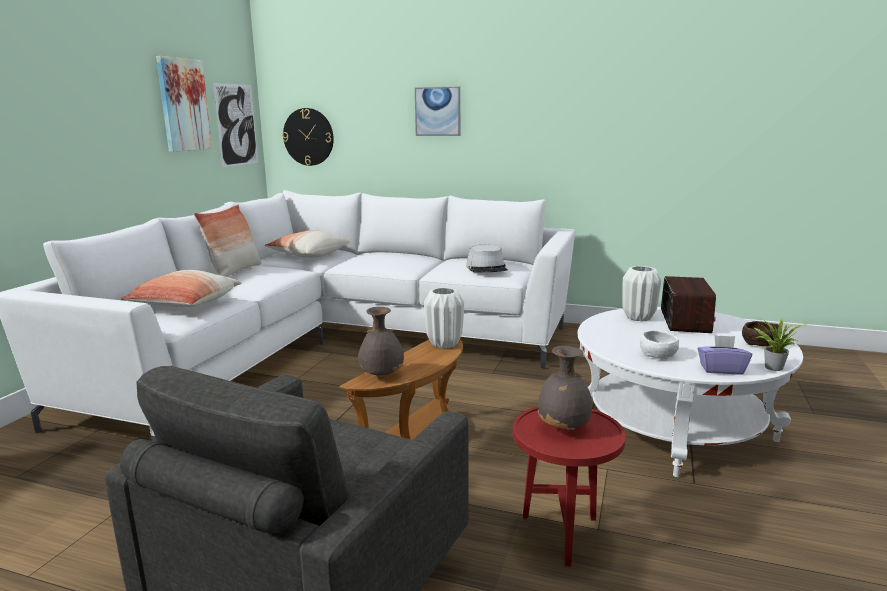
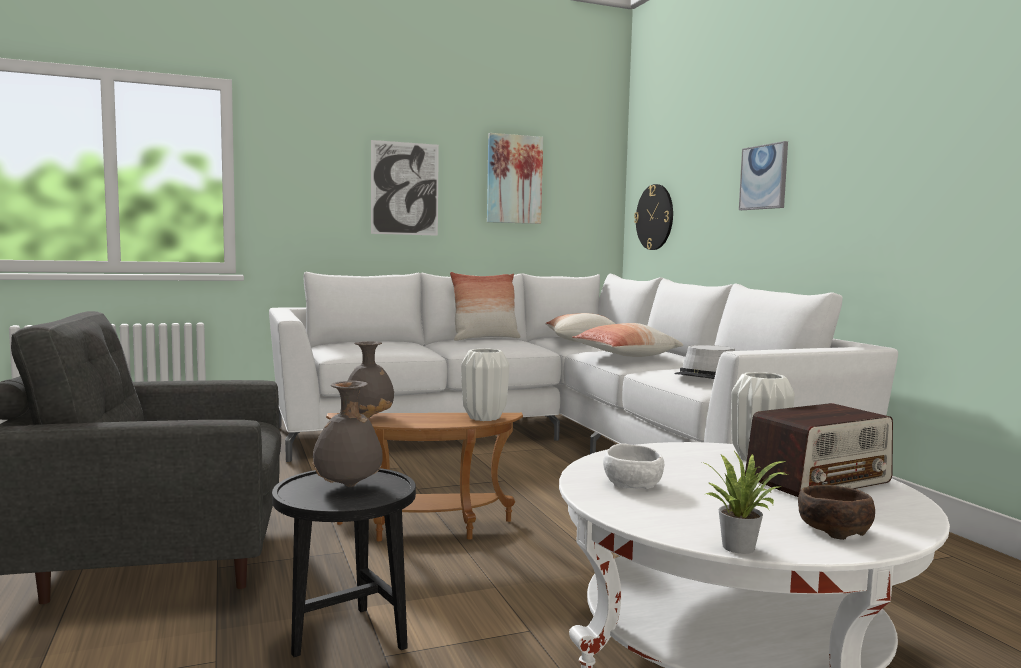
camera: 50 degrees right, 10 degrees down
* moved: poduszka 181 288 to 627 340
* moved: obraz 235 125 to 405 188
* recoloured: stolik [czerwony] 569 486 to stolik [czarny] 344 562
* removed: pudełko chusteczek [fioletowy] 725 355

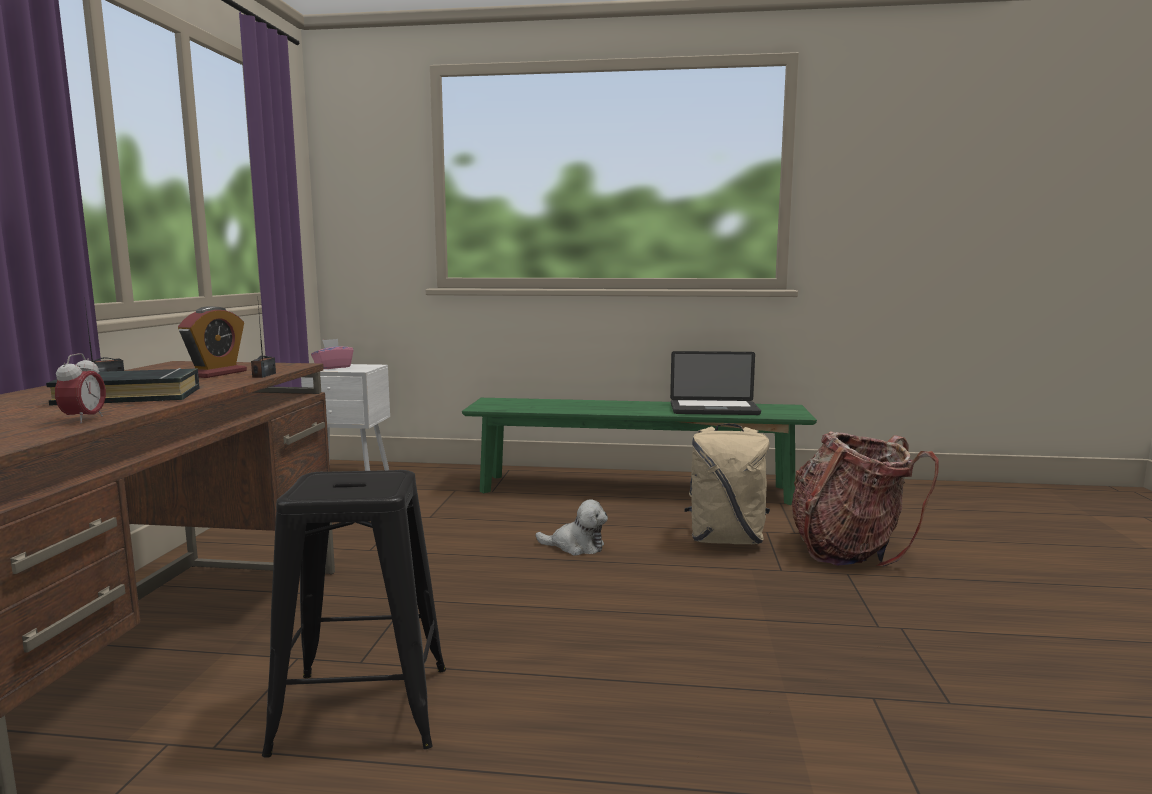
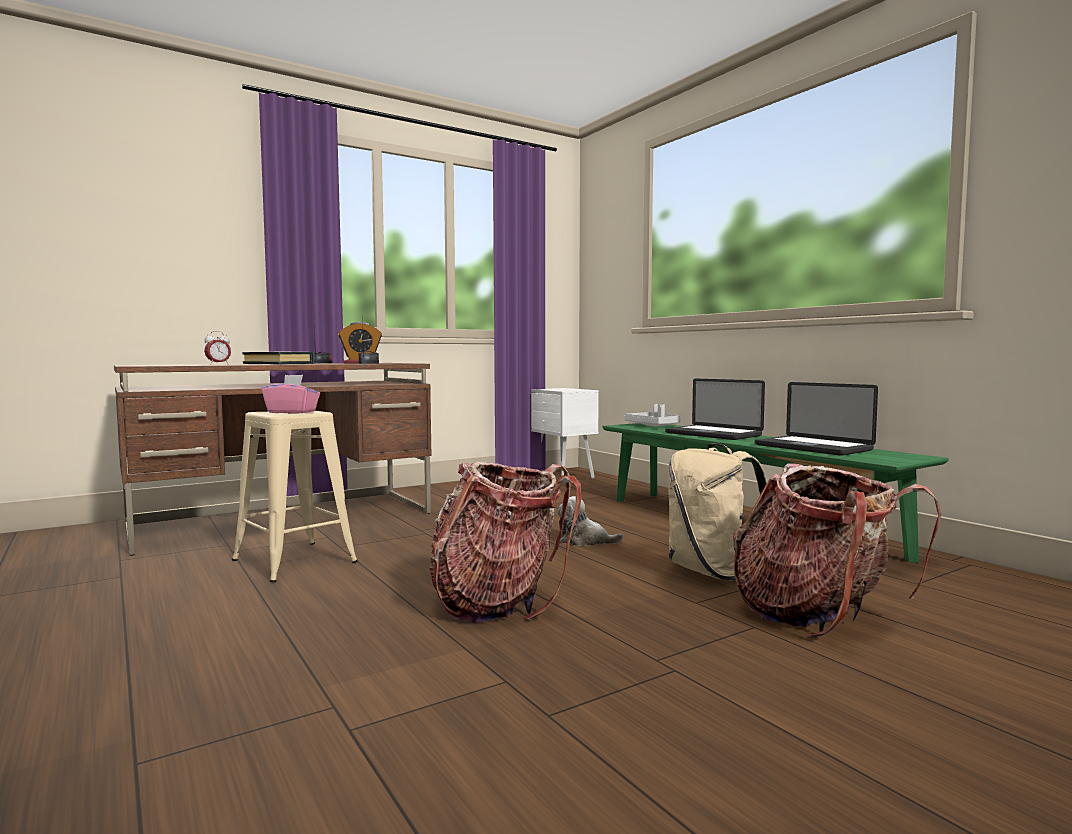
camera: 50 degrees right, 5 degrees down
* recoloured: stołek [czarny] 354 614 to stołek [beżowy] 295 496
* moved: pudełko chusteczek [różowy] 332 354 to 291 394
* turned: pluszak 572 527 = 590 521 135 degrees clockwise
* added: plecak 505 542
* added: taca [szary] 652 415
* added: laptop 715 409

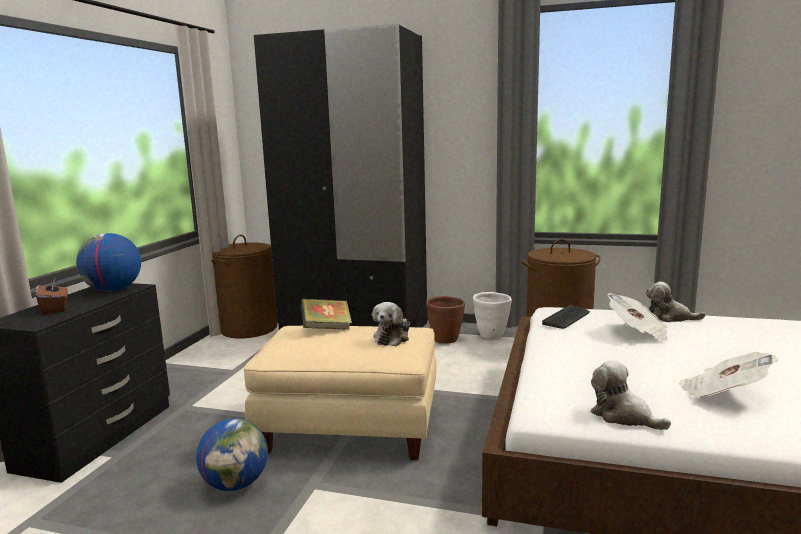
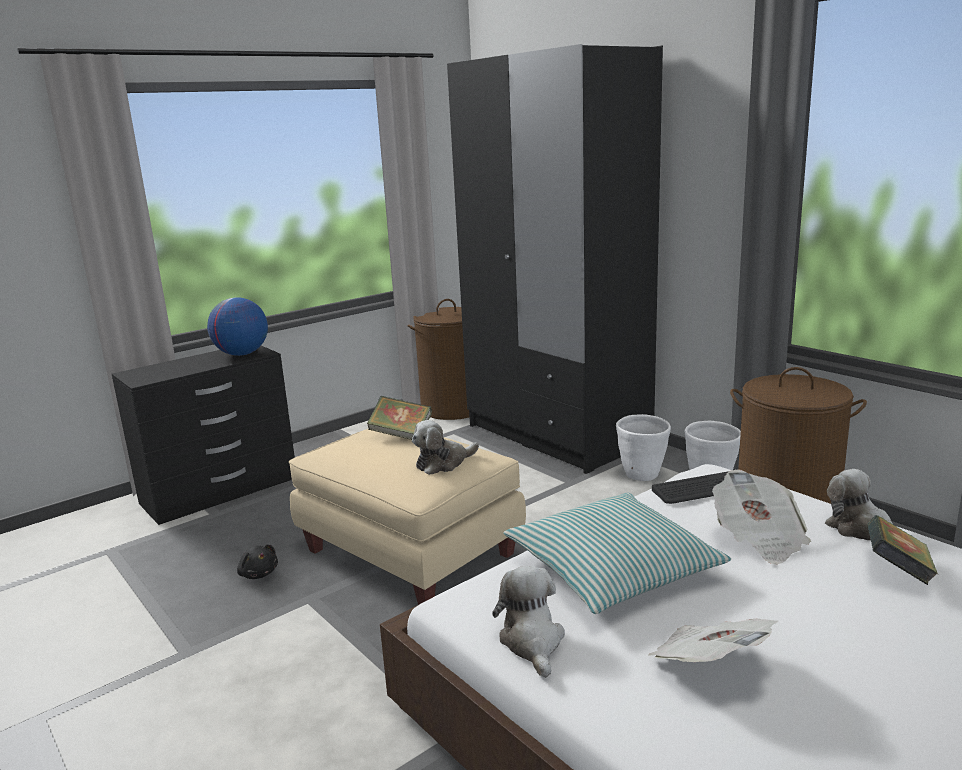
camera: 35 degrees right, 5 degrees up
* removed: pudełko chusteczek [brązowy] 51 295
* replaced: globus 232 454 to pluszak [czarny] 257 561
* recoloured: donica [brązowy] 445 320 to donica [biały] 643 447
* added: poduszka 617 553
* added: książka 902 550

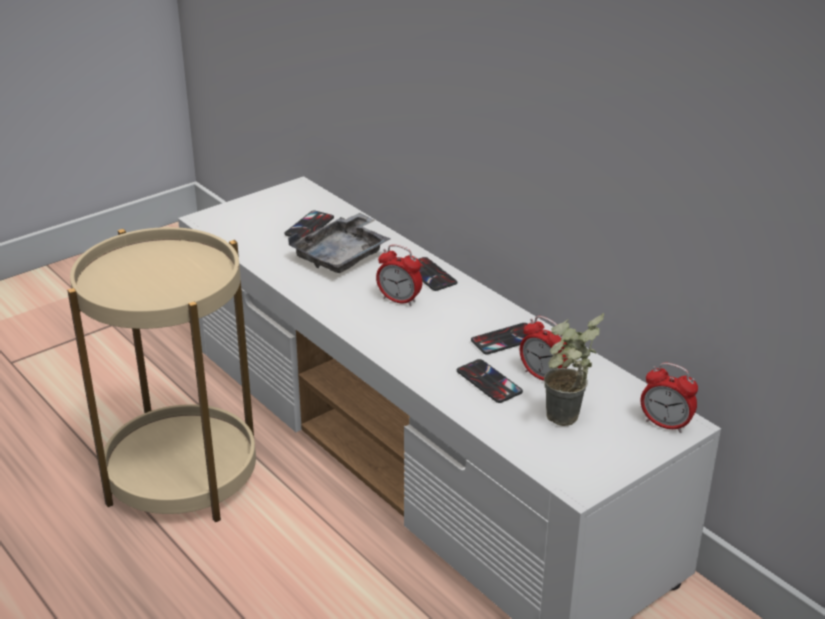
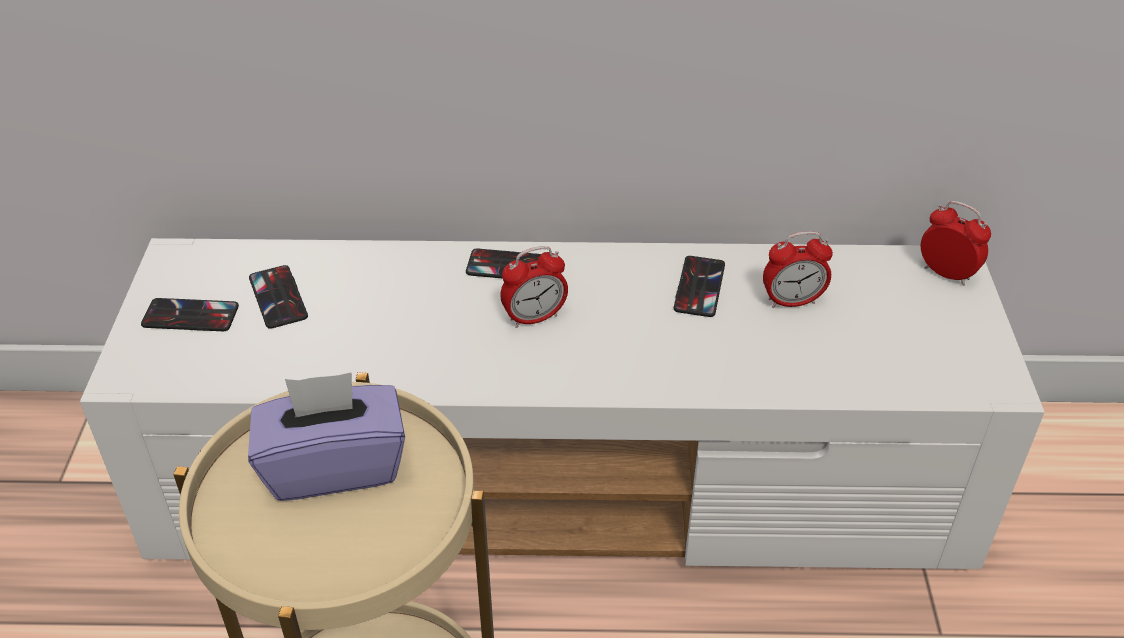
camera: 50 degrees left, 10 degrees up
* removed: taca [szary] 339 243
* moved: telefon 490 381 to 190 314
* removed: roślina doniczkowa 574 369
* turned: budzik 669 398 = 956 243 120 degrees counterclockwise
* added: pudełko chusteczek [fioletowy] 326 437

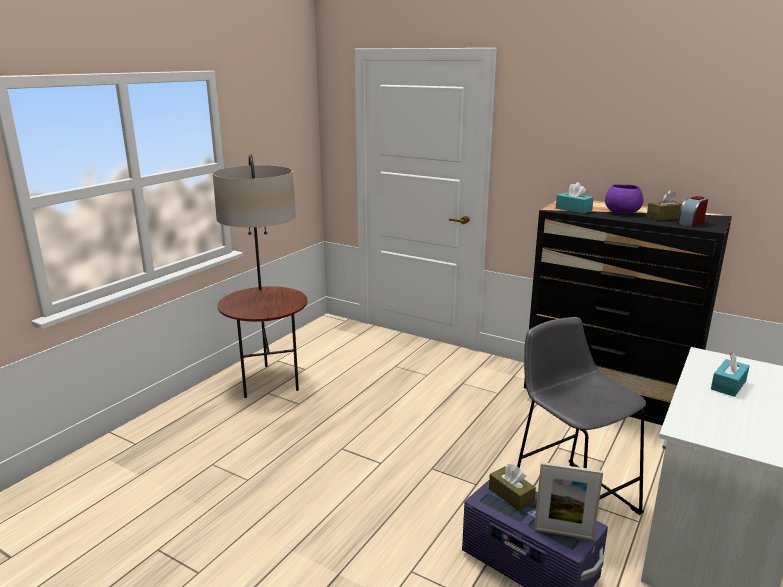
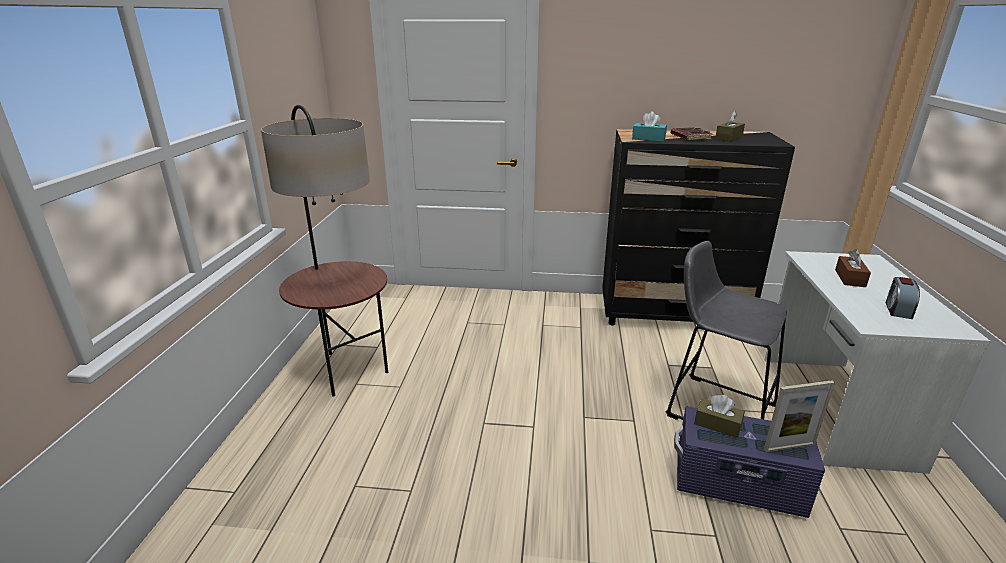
camera: 25 degrees left, 5 degrees up
* replaced: miska [fioletowy] 624 199 to książka [brązowy] 692 133
* moved: budzik 693 211 to 903 298
* recoloured: pudełko chusteczek [turkusowy] 730 374 to pudełko chusteczek [brązowy] 853 268

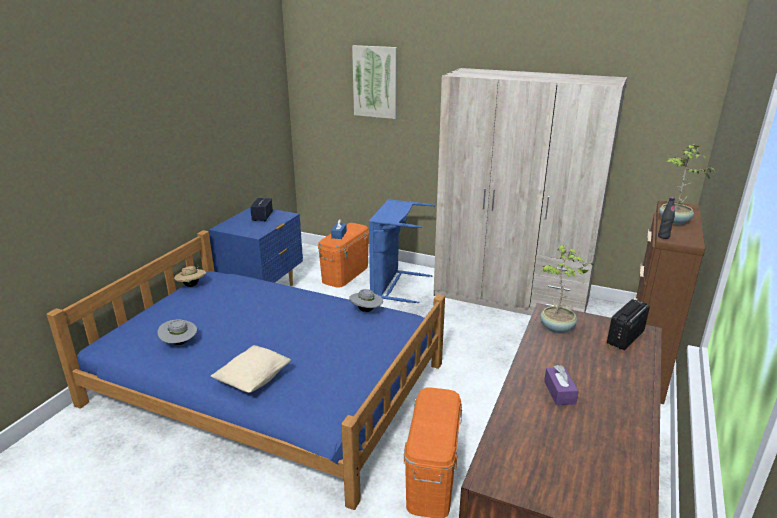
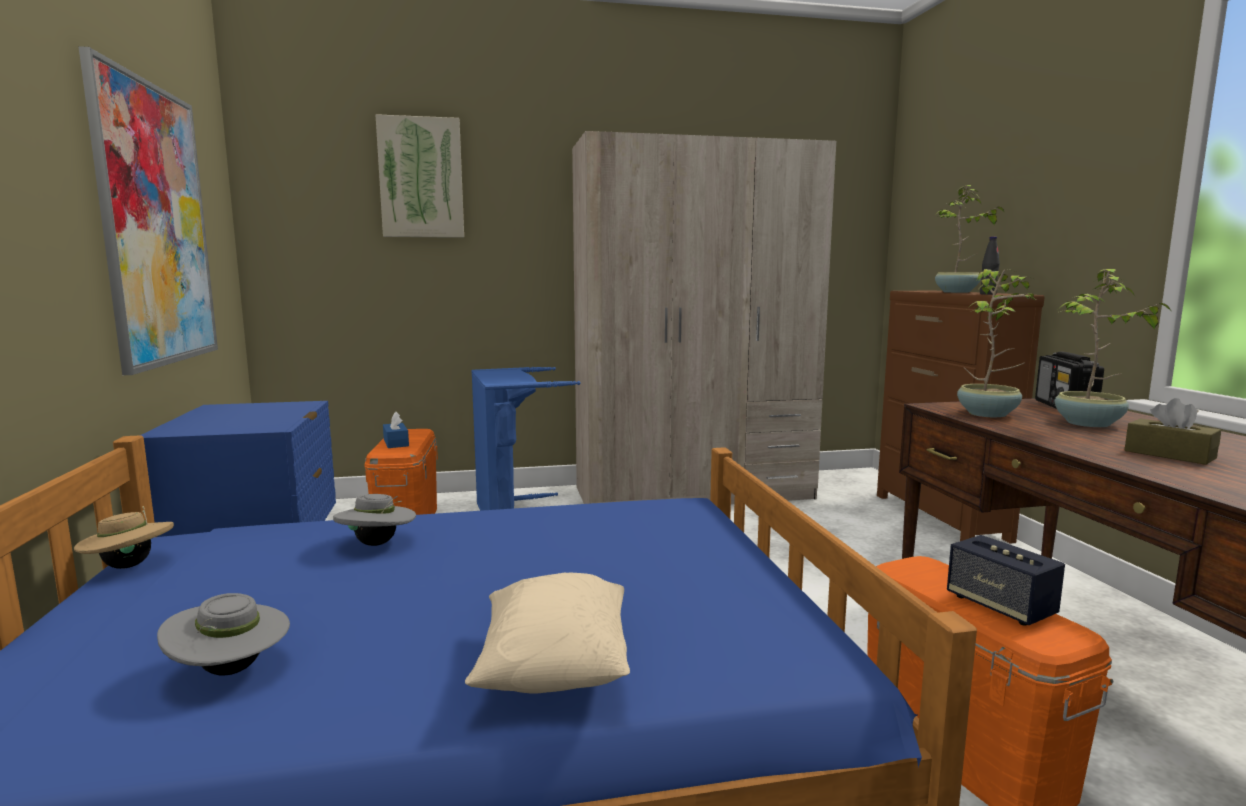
camera: 35 degrees left, 15 degrees down
* moved: głośnik 261 209 to 1006 580
* moved: kapelusz [szary] 366 300 to 374 520
* recoloured: pudełko chusteczek [fioletowy] 561 385 to pudełko chusteczek [brązowy] 1173 431
* added: obraz 148 210
* added: roślina doniczkowa 1113 348

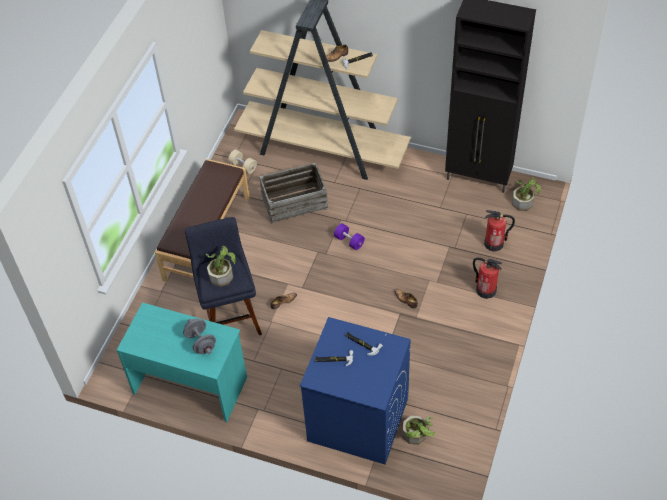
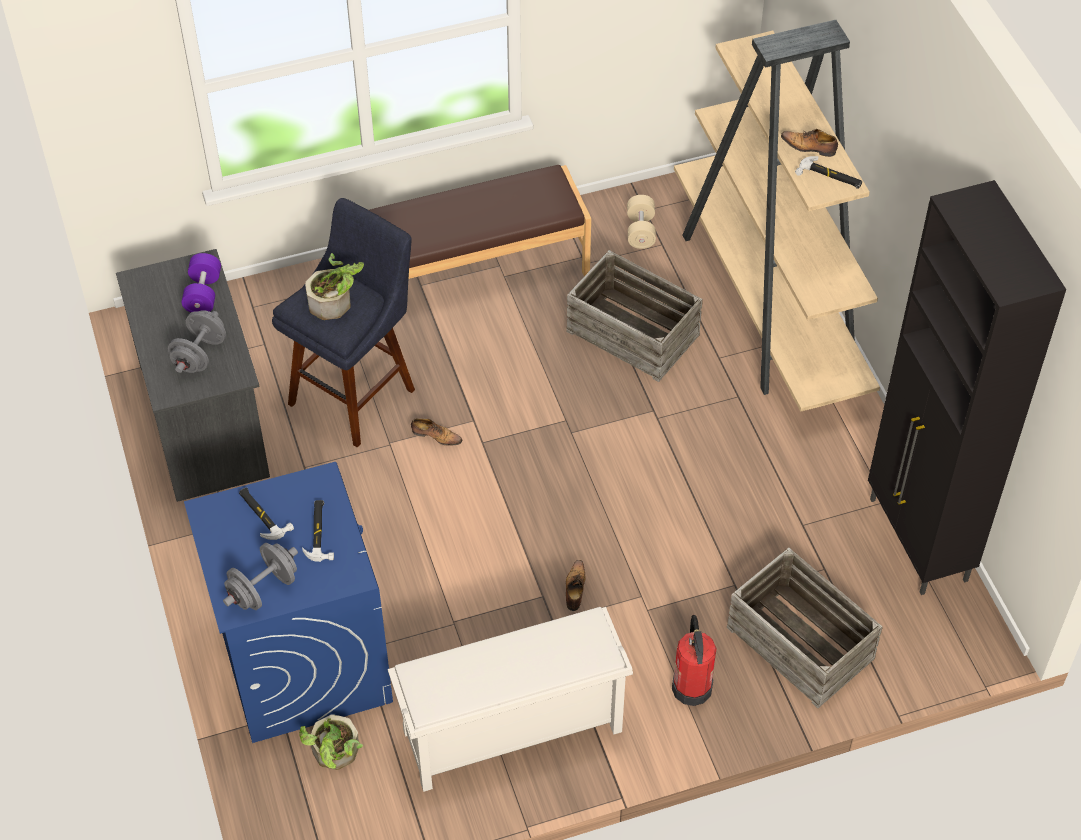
camera: 50 degrees right, 0 degrees up
* recoloured: biurko [turkusowy] 182 362 to biurko [szary] 193 375
* moved: hantel [fioletowy] 349 236 to 201 283
* replaced: gaśnica 499 230 to skrzynka 805 628
* removed: roślina doniczkowa 526 194
* added: hantel [szary] 260 576
* added: regał na buty [biały] 510 699

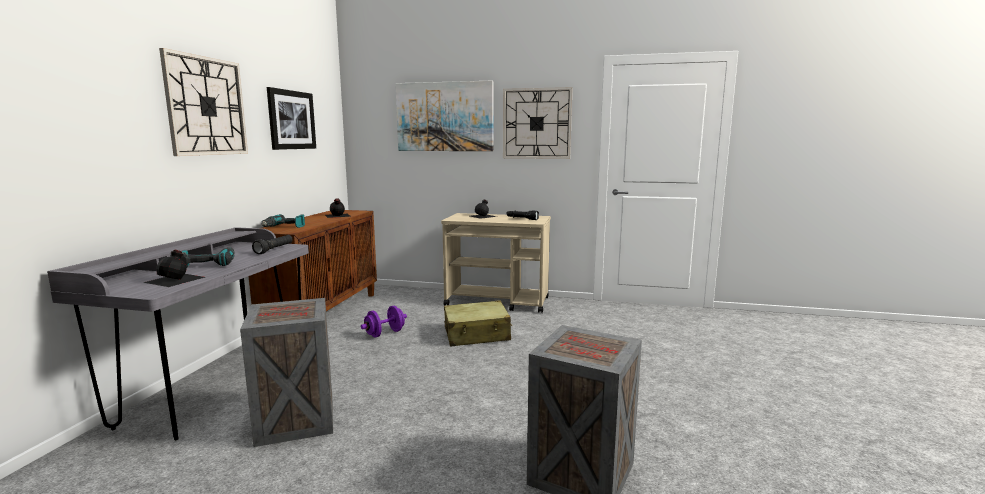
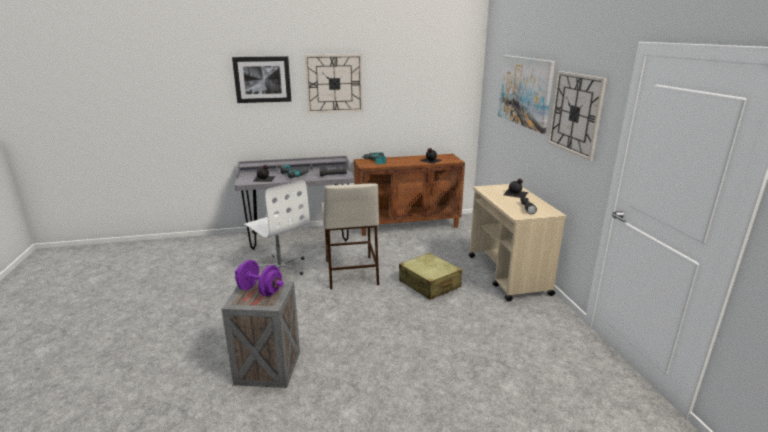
camera: 65 degrees right, 10 degrees up
* replaced: skrzynka 286 372 to krzesło biurowe [biały] 277 227
* moved: obraz 291 118 to 261 79
* moved: hantel [fioletowy] 384 321 to 259 278
* added: stołek [beżowy] 350 236

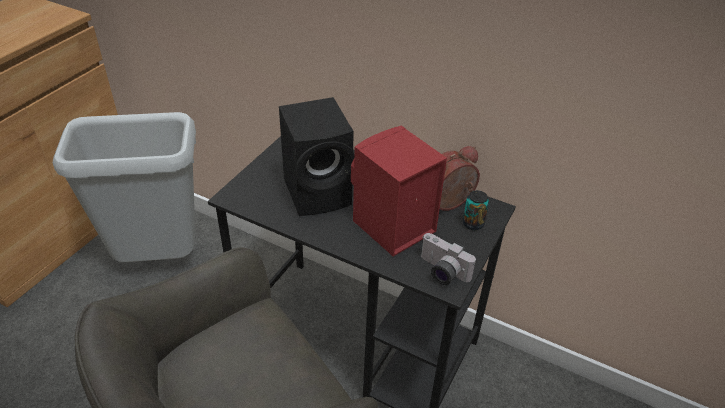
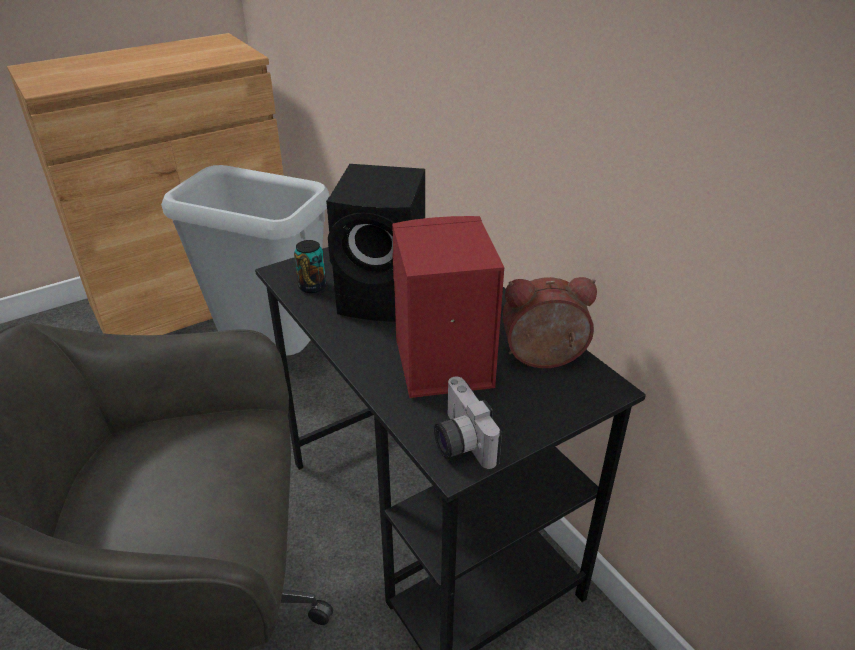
camera: 30 degrees right, 5 degrees down
* moved: puszka 476 210 to 310 266

